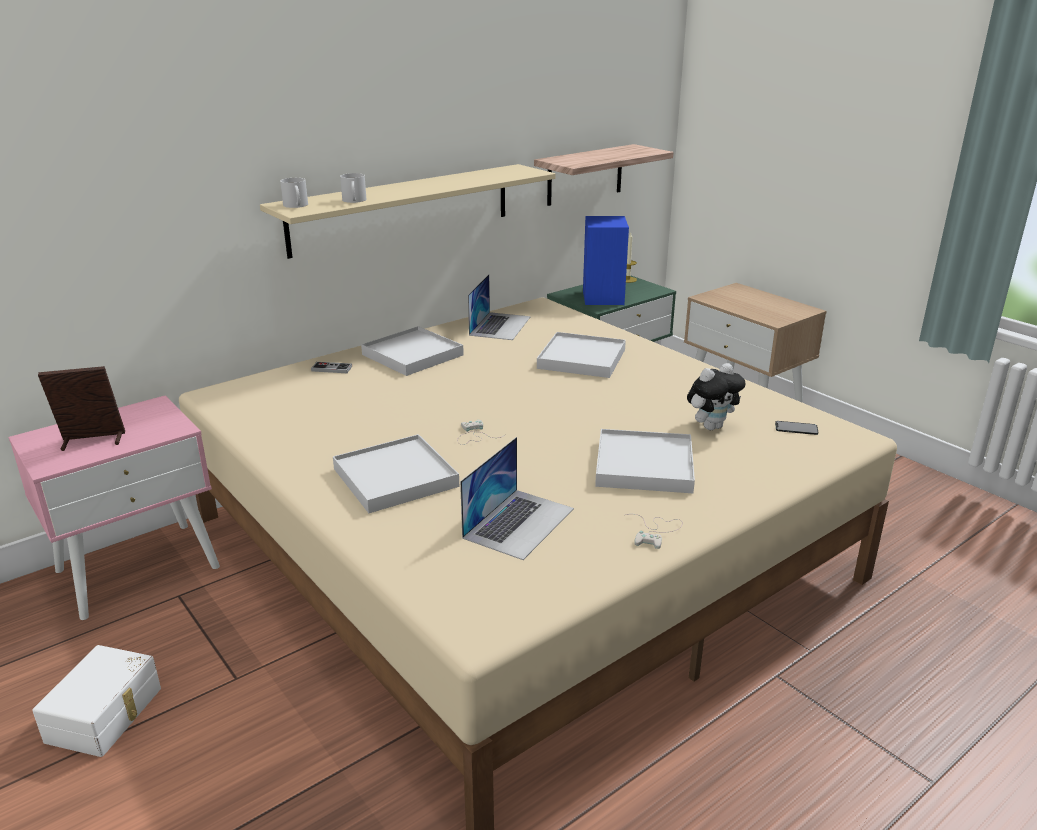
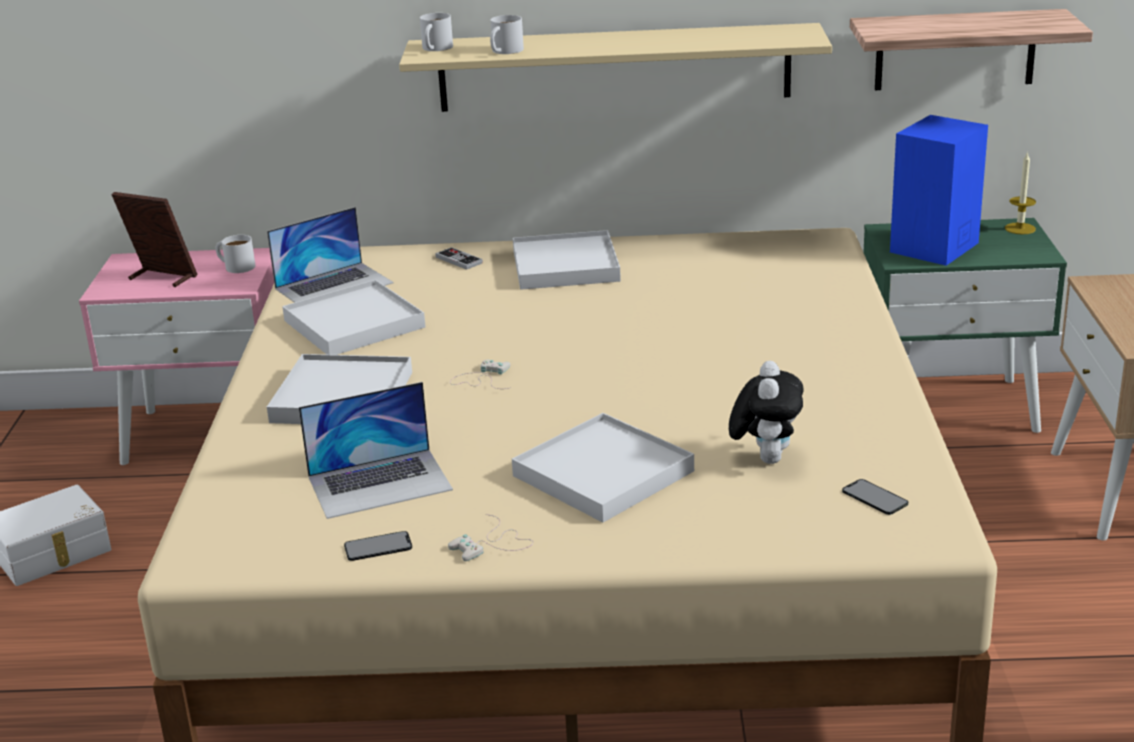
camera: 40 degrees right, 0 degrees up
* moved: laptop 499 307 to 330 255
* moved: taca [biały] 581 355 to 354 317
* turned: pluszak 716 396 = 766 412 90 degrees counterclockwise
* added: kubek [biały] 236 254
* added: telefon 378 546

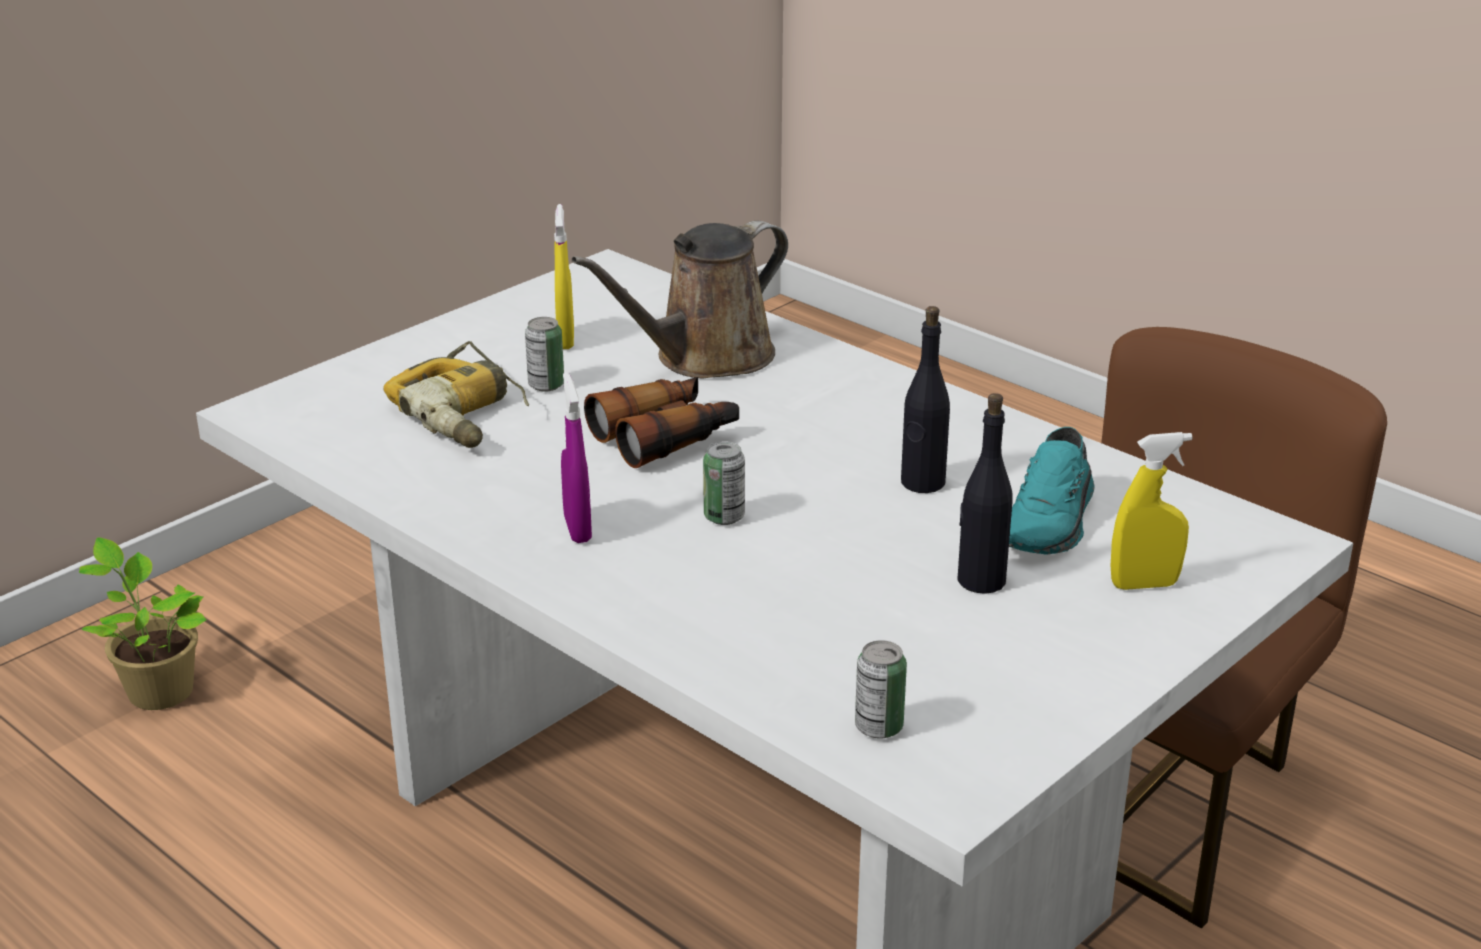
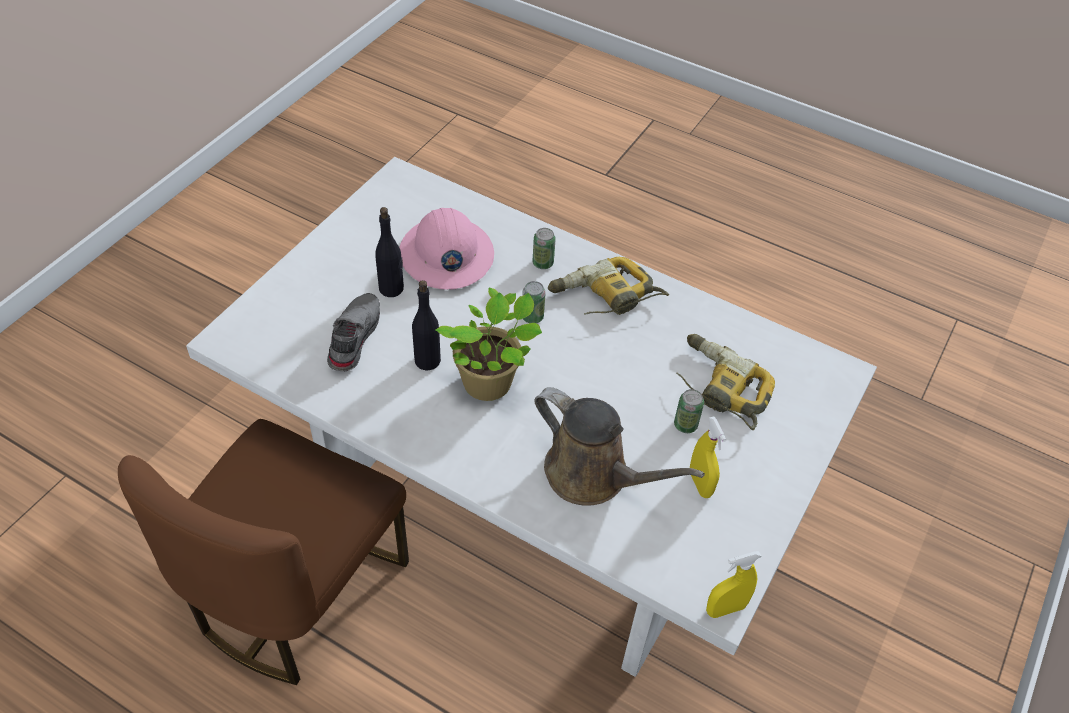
camera: 165 degrees right, 20 degrees up
* moved: roślina doniczkowa 143 623 to 488 344
* replaced: spryskiwacz [fioletowy] 576 457 to wiertarka 608 286
* turned: konewka [brązowy] 679 300 = 619 446 90 degrees clockwise
* removed: lornetka 661 422
* moved: puszka 881 689 to 544 248
* recoloured: but [turkusowy] 1051 491 to but [szary] 353 332
* moved: spryskiwacz [żółty] 1151 511 to 733 584
* added: kask [różowy] 446 249

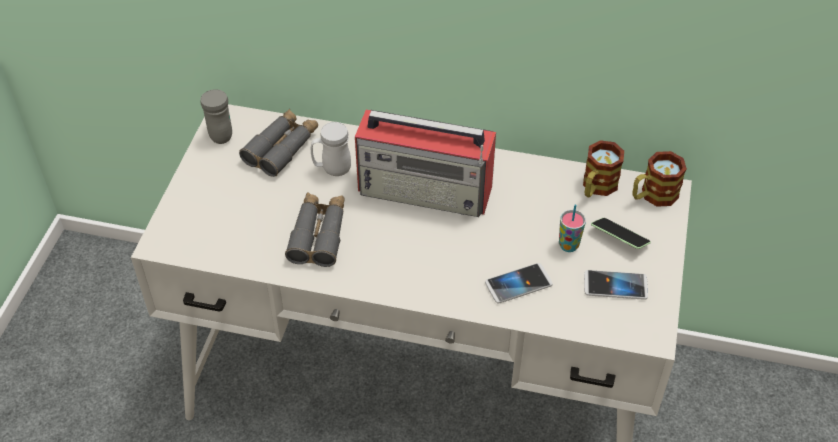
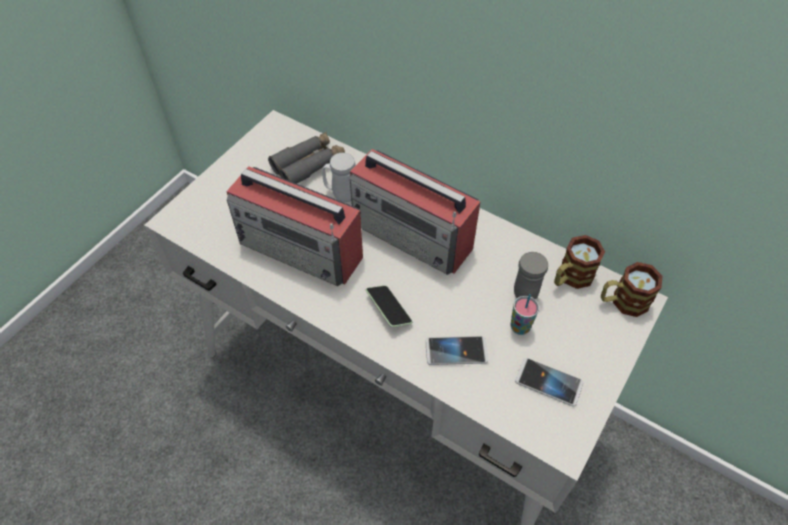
camera: 20 degrees right, 5 degrees up
* moved: kubek [szary] 216 116 to 531 276
* replaced: lornetka [szary] 315 229 to radio 294 226
* moved: telefon 621 233 to 389 306

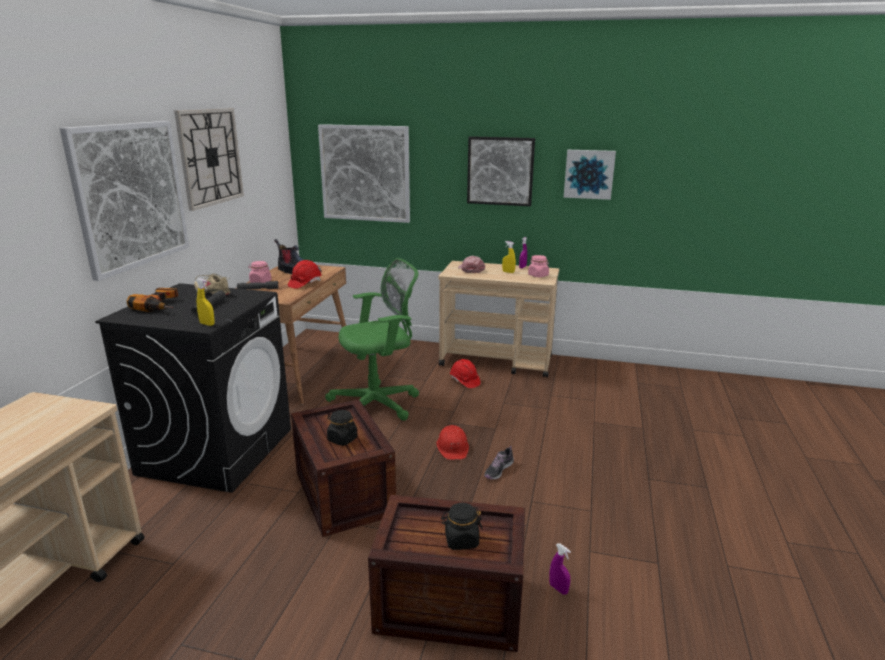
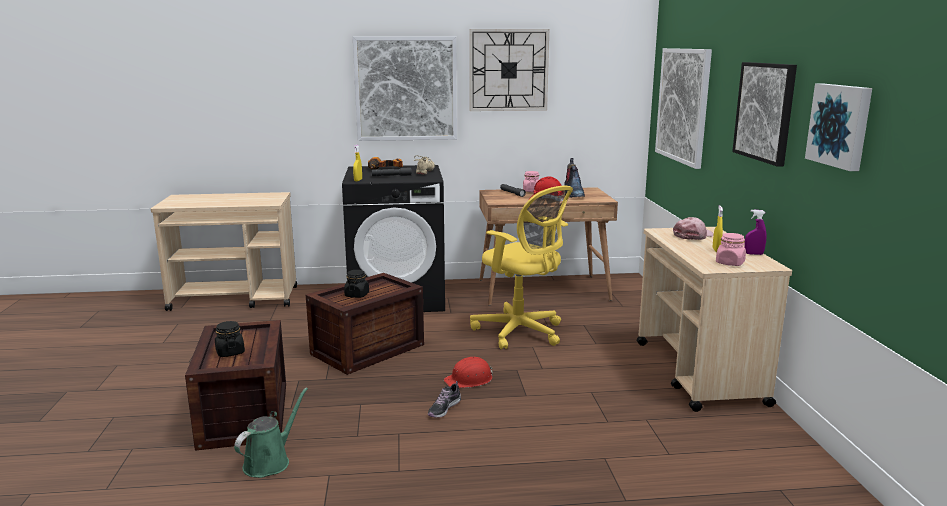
camera: 70 degrees right, 5 degrees down
* recoloured: krzesło biurowe [zielony] 372 339 to krzesło biurowe [żółty] 521 267
* removed: kask [czerwony] 465 373
* turned: but 499 462 = 444 399 75 degrees counterclockwise
* replaced: spryskiwacz [fioletowy] 560 569 to konewka [zielony] 271 432

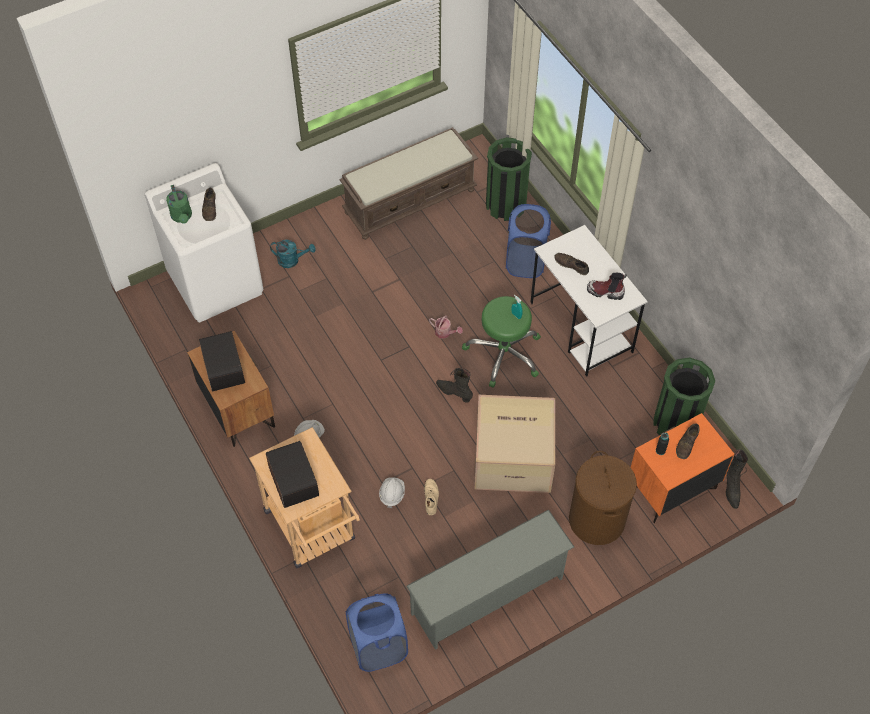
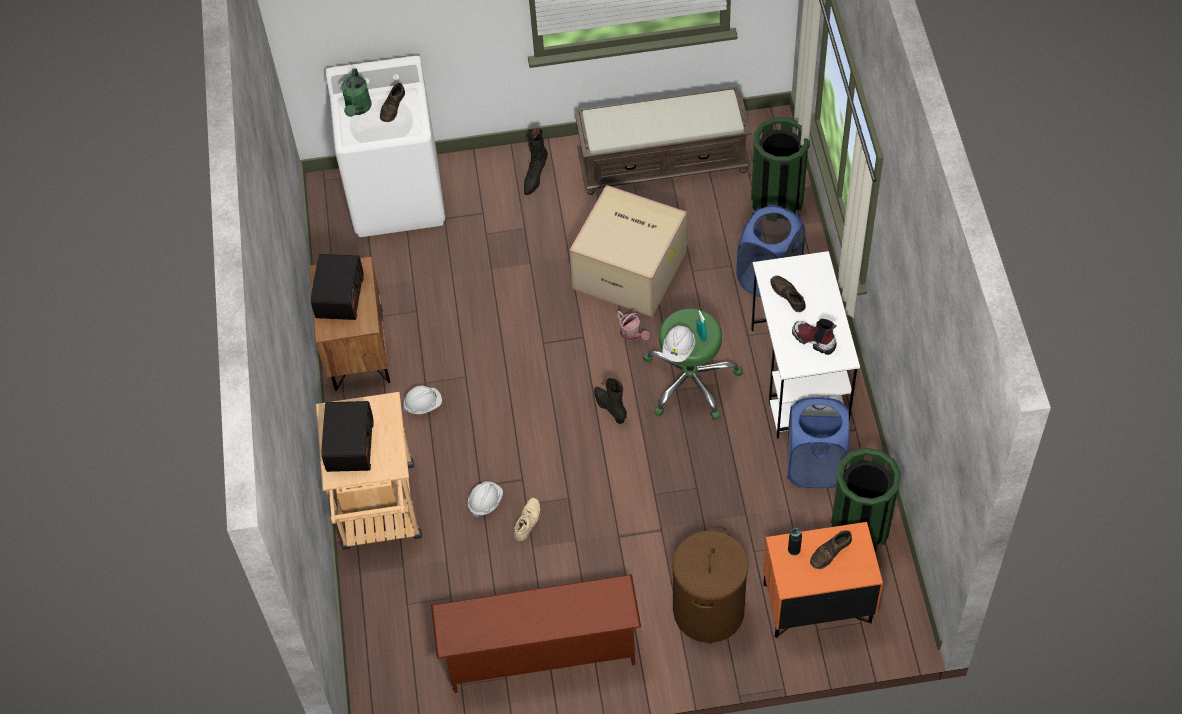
camera: 25 degrees right, 0 degrees up
* removed: konewka [turkusowy] 293 254
* moved: kosz na pranie [niebieski] 377 632 to 818 442
* recoloured: regał na buty [szary] 490 579 to regał na buty [brązowy] 536 633
* moved: karton 514 444 to 628 251
* moved: but z cholewką [czarny] 737 479 to 536 161
* added: kask [biały] 679 343

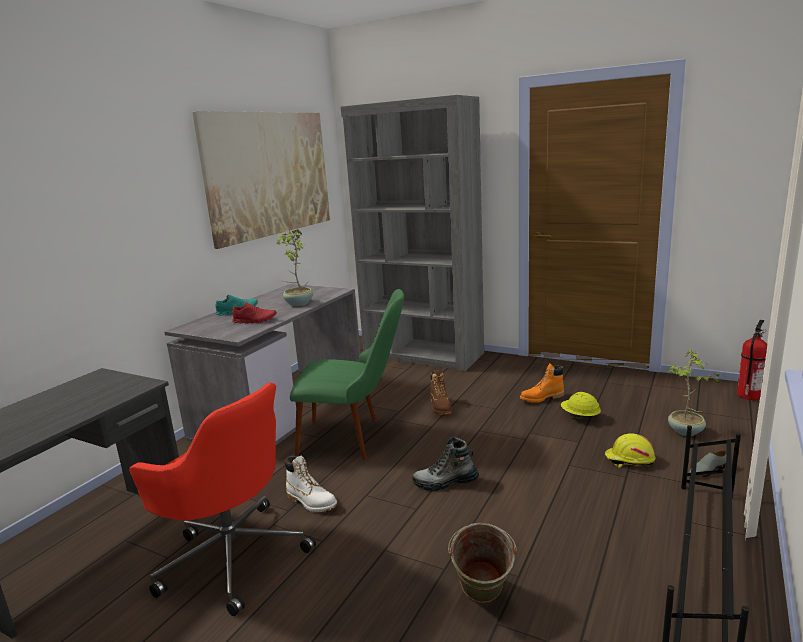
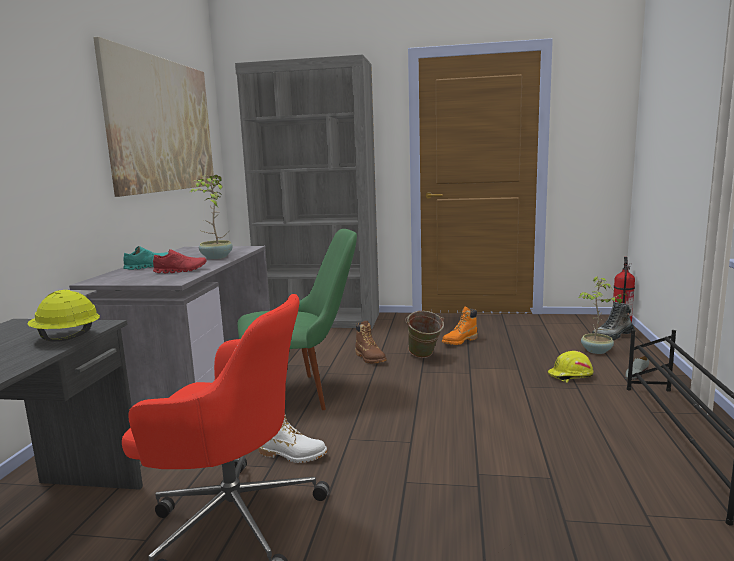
camera: 20 degrees left, 5 degrees down
* moved: but z cholewką 445 464 to 613 321
* moved: wiadro [zielony] 482 563 to 424 334
* moved: kask [żółty] 581 406 to 64 316

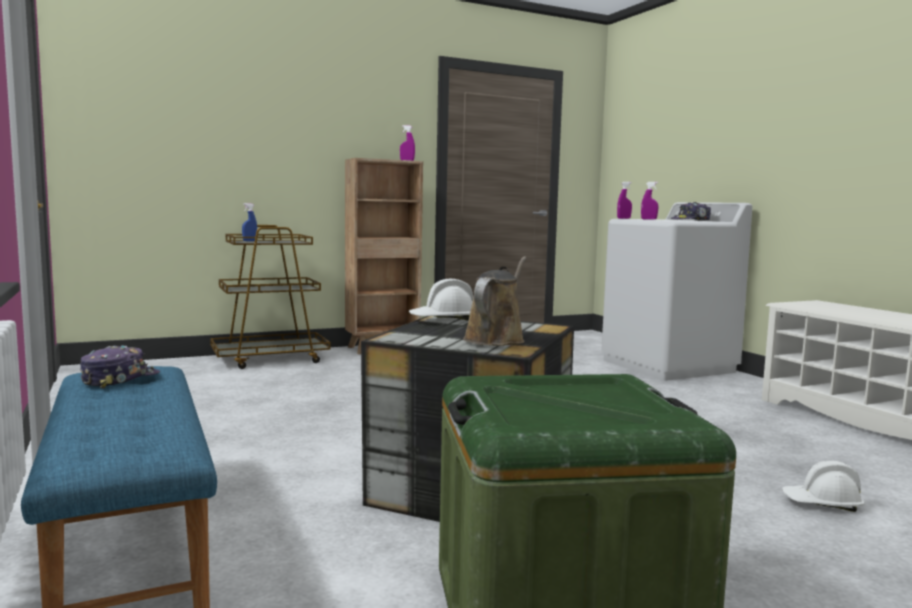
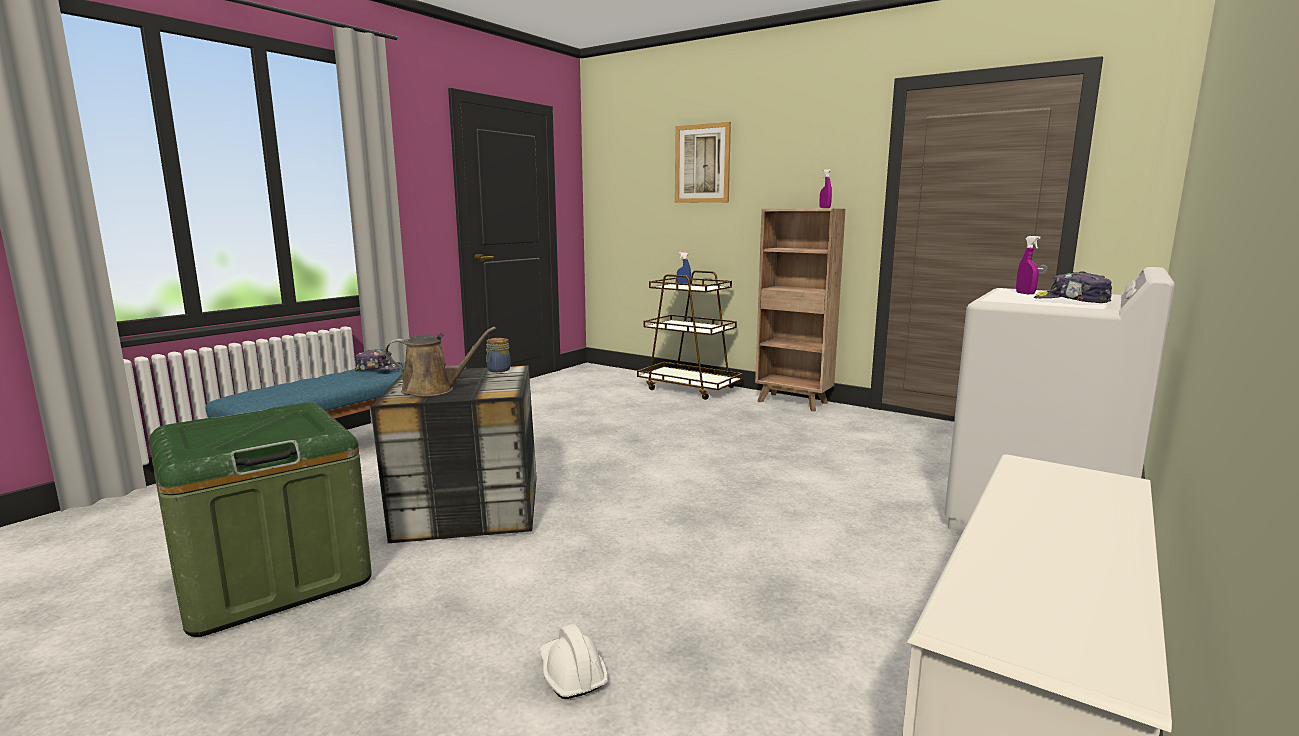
camera: 60 degrees right, 5 degrees up
* replaced: kask [biały] 441 299 to słoik 498 355
* removed: spryskiwacz [fioletowy] 624 200
* added: obraz 703 162

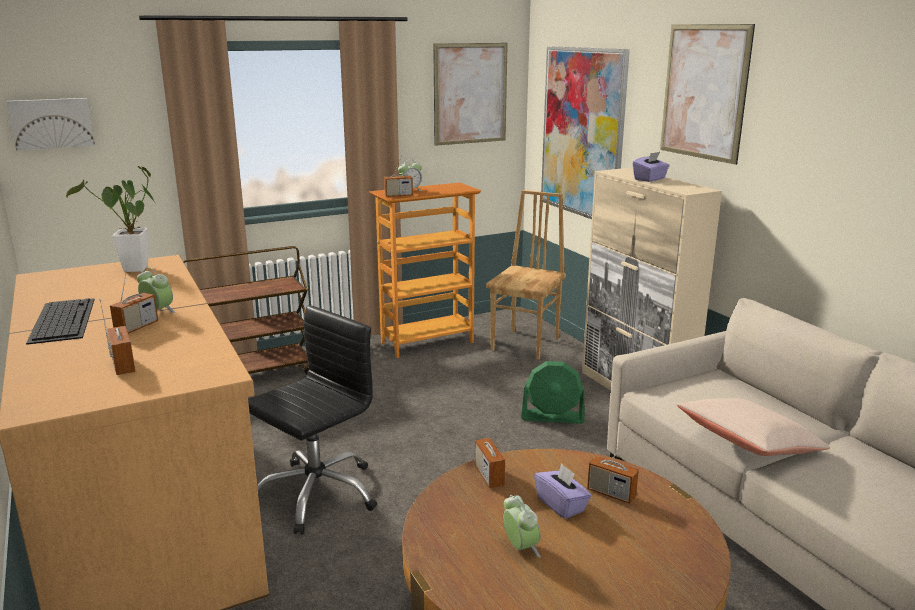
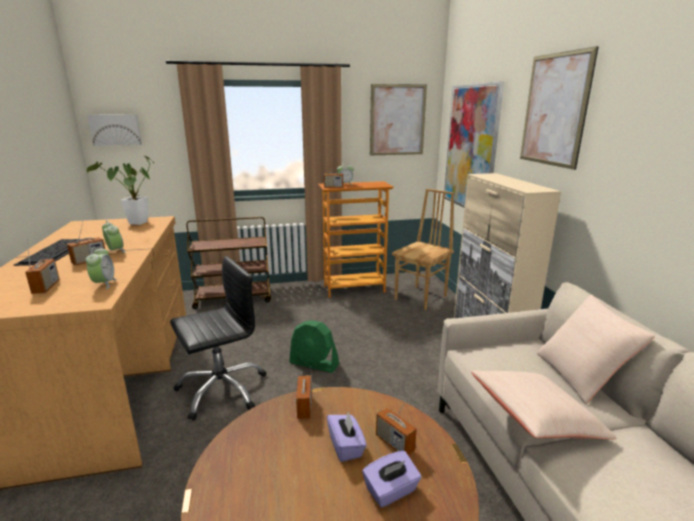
camera: 15 degrees right, 0 degrees up
* moved: budzik 522 526 to 101 267
* moved: wentylator [zielony] 553 392 to 314 346
* moved: pudełko chusteczek [fioletowy] 651 167 to 391 479
* added: poduszka [beżowy] 596 349

